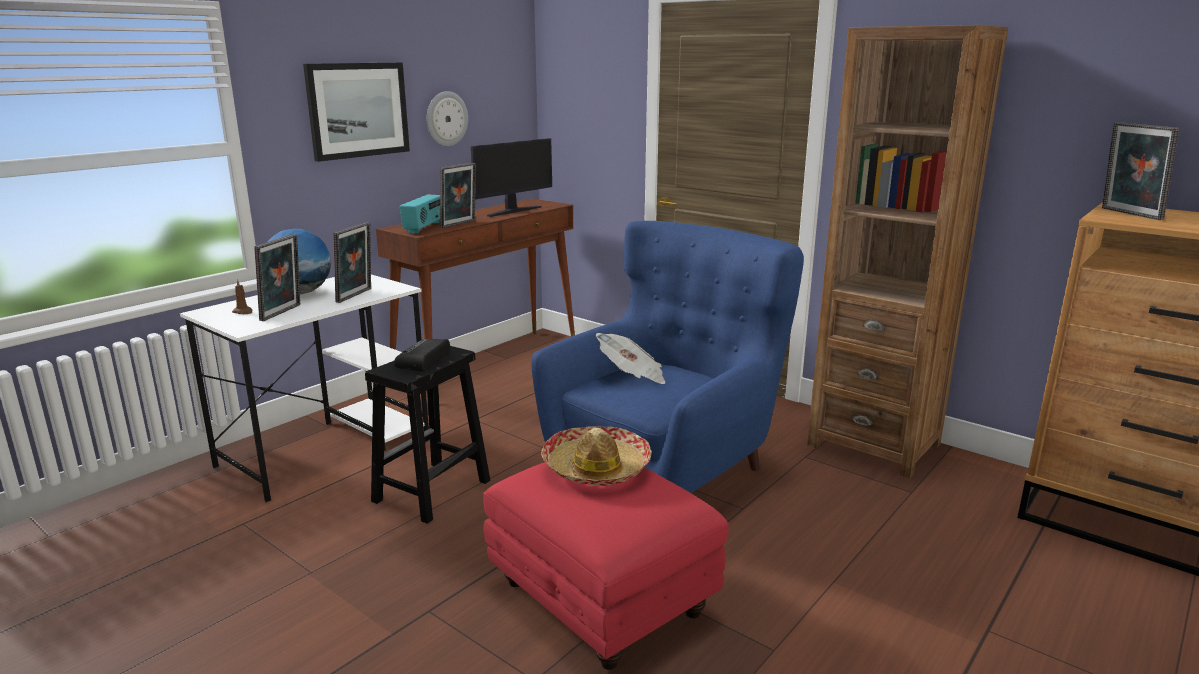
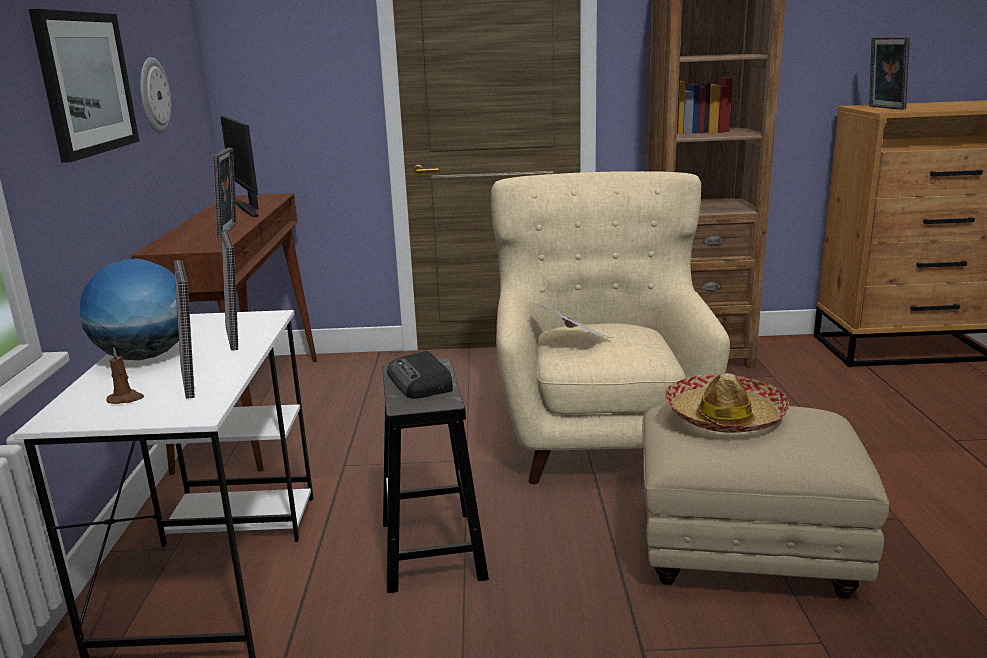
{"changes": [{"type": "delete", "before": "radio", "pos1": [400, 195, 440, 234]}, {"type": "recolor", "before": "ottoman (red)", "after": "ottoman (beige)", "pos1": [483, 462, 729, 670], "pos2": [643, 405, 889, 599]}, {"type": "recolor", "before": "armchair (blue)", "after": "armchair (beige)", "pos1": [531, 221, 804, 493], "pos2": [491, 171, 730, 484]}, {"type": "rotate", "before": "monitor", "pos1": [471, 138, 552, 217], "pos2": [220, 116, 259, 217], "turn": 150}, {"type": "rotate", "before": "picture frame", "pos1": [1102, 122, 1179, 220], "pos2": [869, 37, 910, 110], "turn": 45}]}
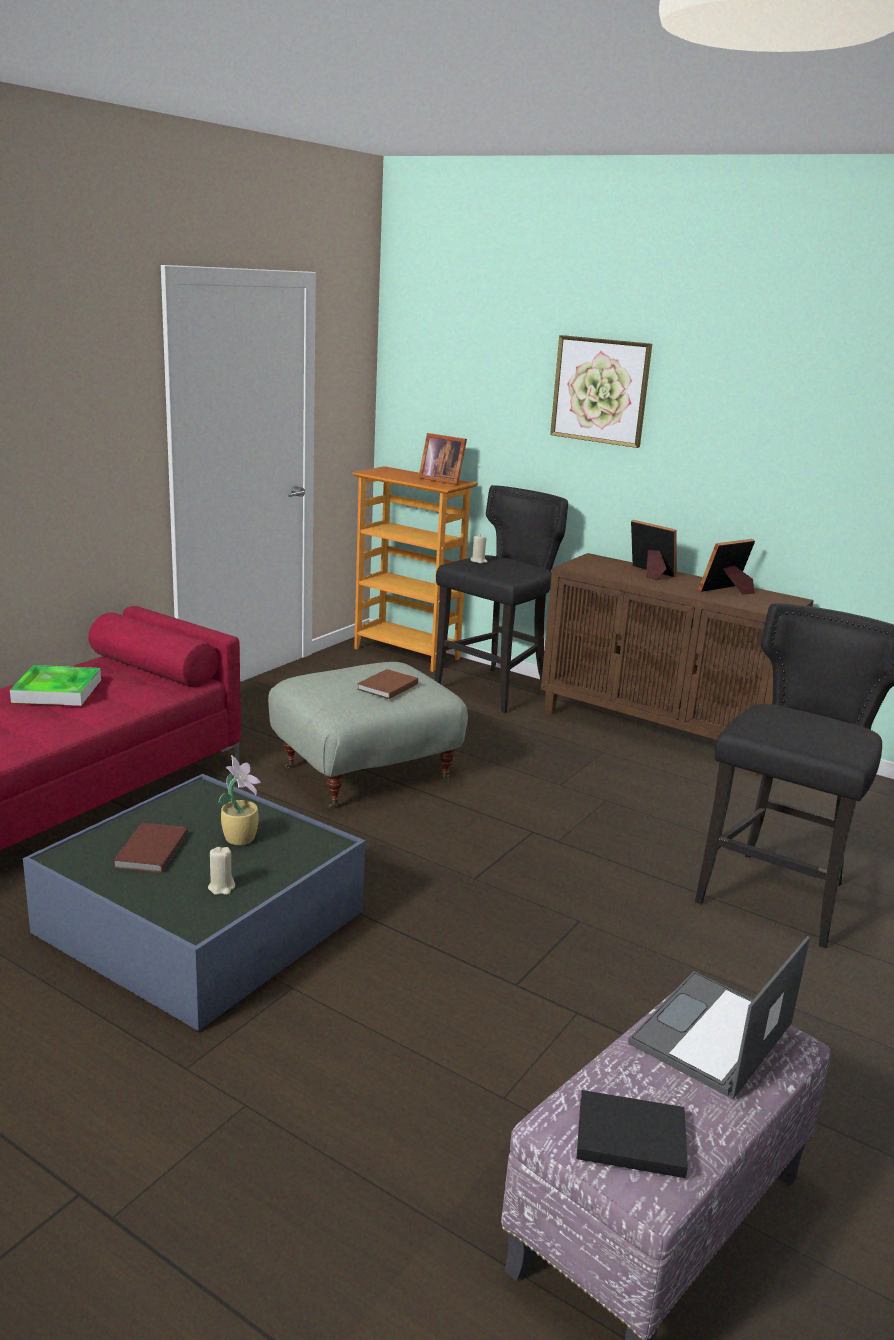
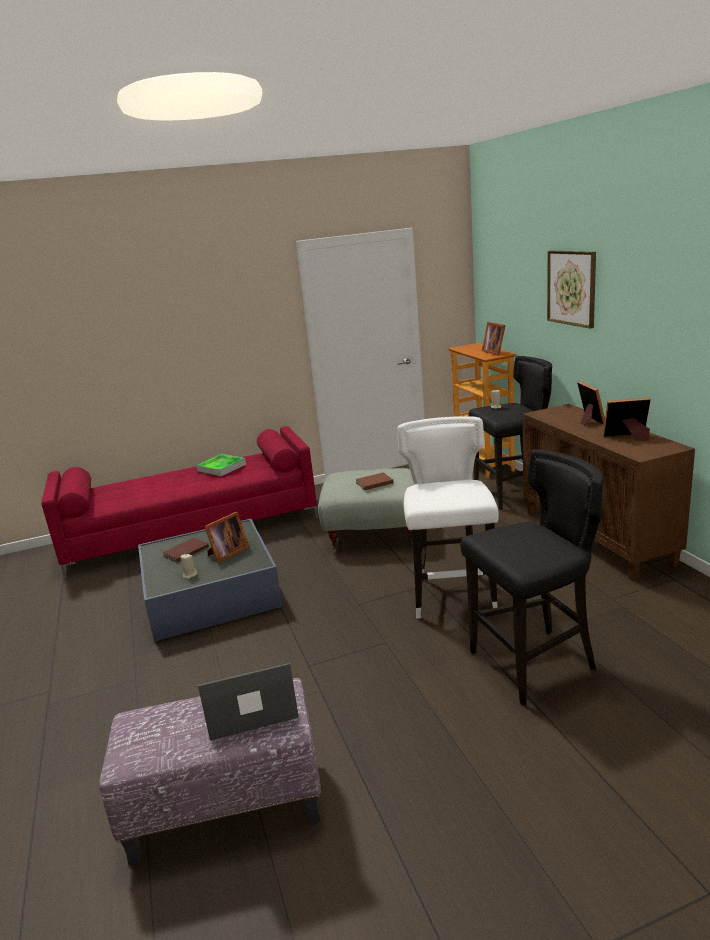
{"changes": [{"type": "delete", "before": "book (black)", "pos1": [576, 1090, 688, 1178]}, {"type": "insert", "after": "stool (white)", "pos2": [398, 416, 499, 619]}, {"type": "replace", "before": "potted plant", "after": "picture frame", "pos1": [218, 755, 261, 845], "pos2": [204, 512, 249, 563]}]}
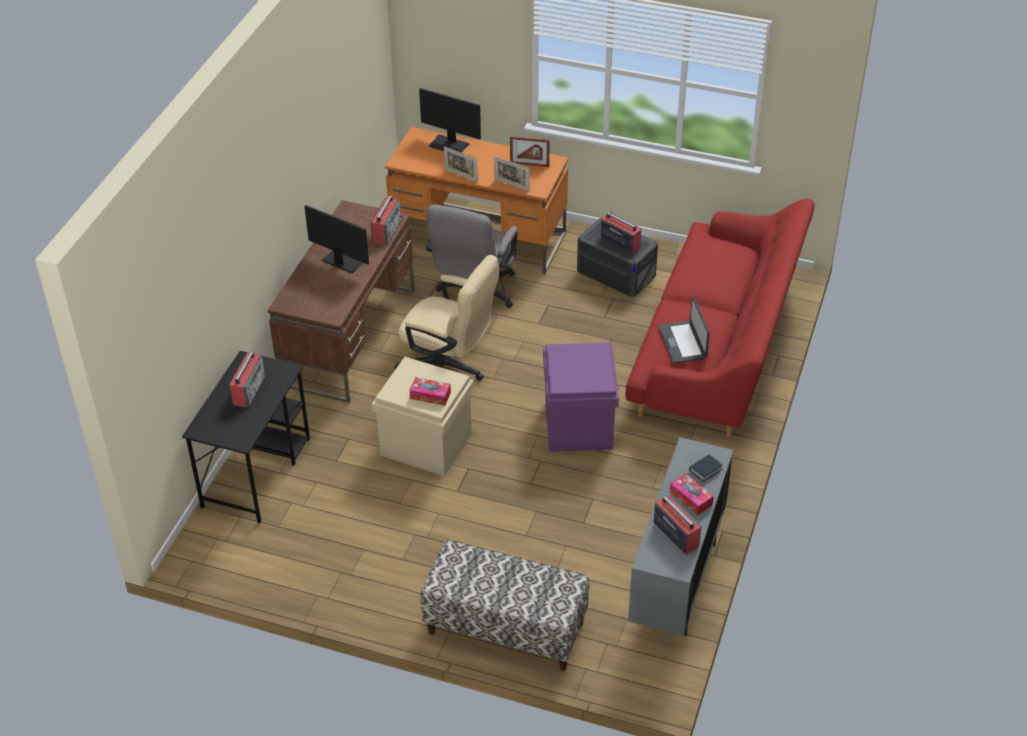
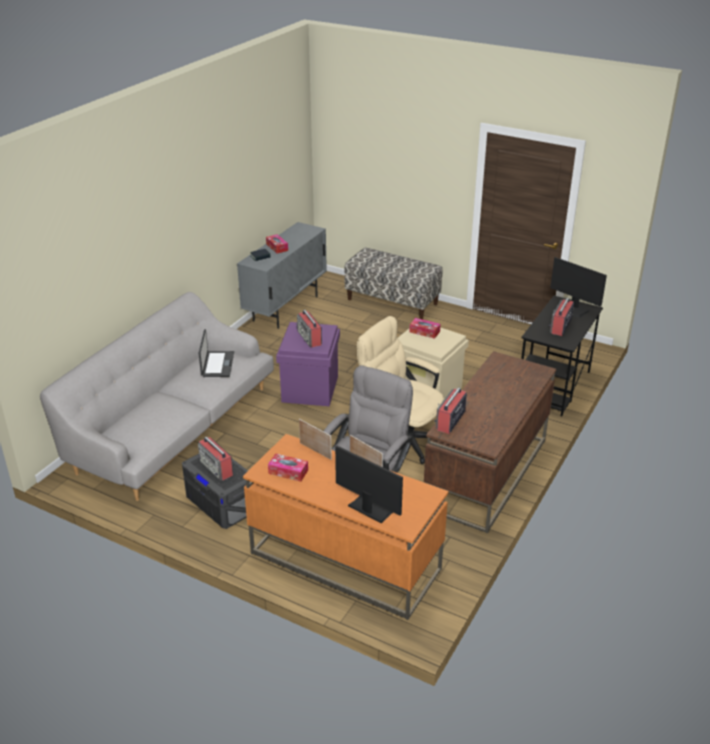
{"changes": [{"type": "move", "before": "monitor", "pos1": [304, 205, 369, 273], "pos2": [550, 257, 607, 318]}, {"type": "move", "before": "radio", "pos1": [654, 490, 702, 555], "pos2": [297, 310, 322, 347]}, {"type": "replace", "before": "picture frame", "after": "tissue box", "pos1": [510, 136, 550, 167], "pos2": [268, 453, 308, 482]}, {"type": "recolor", "before": "sofa (red)", "after": "sofa (grey)", "pos1": [625, 199, 815, 438], "pos2": [40, 292, 274, 501]}]}
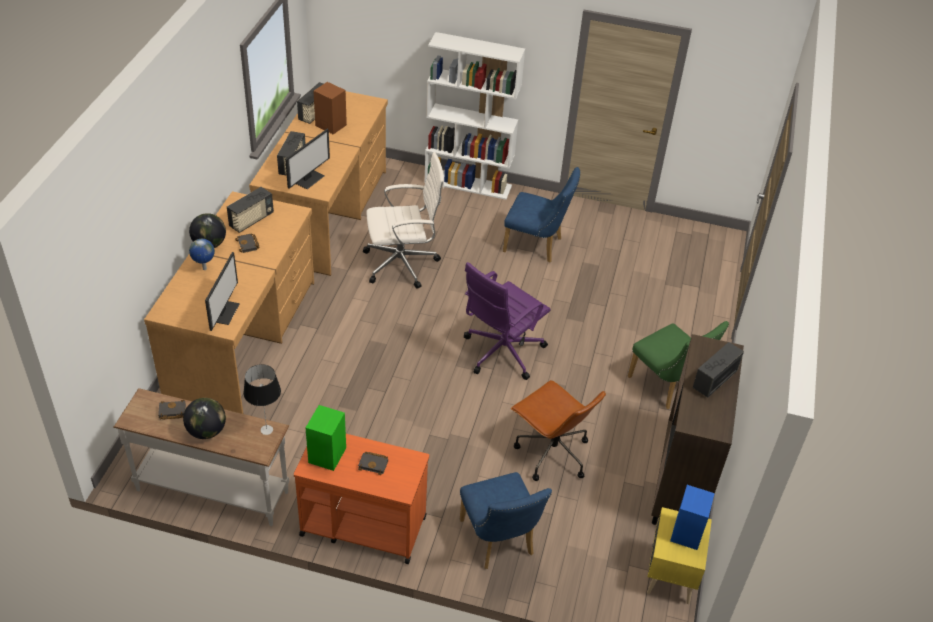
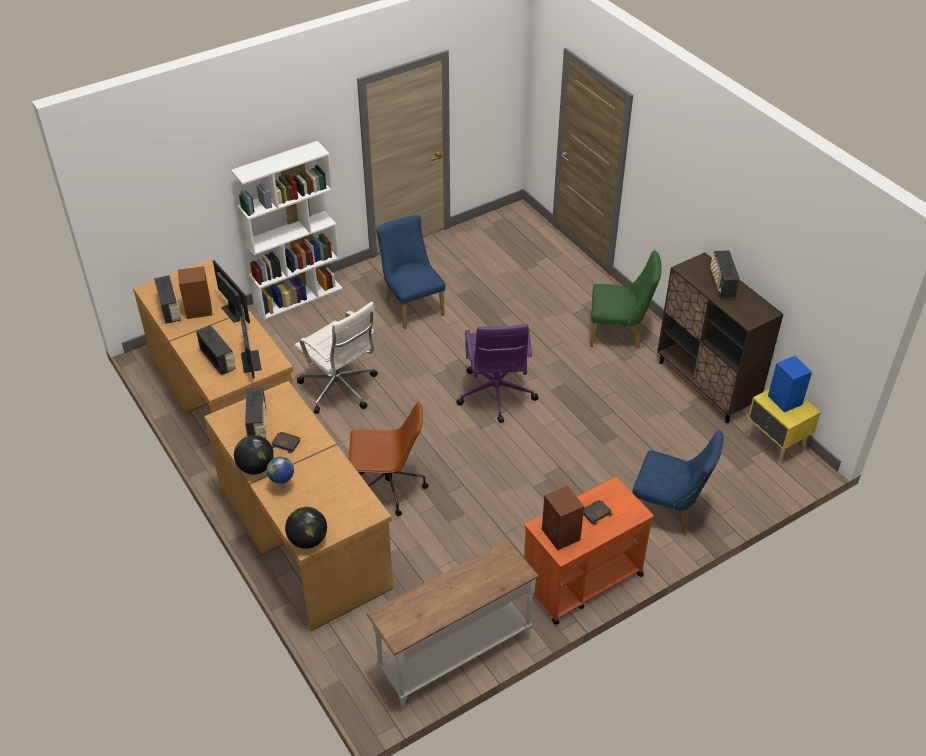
{"changes": [{"type": "delete", "before": "book (black)", "pos1": [158, 400, 186, 419]}, {"type": "delete", "before": "table lamp", "pos1": [243, 364, 281, 435]}, {"type": "move", "before": "globe", "pos1": [183, 398, 226, 439], "pos2": [285, 507, 327, 549]}, {"type": "move", "before": "monitor", "pos1": [205, 252, 240, 331], "pos2": [213, 260, 250, 324]}, {"type": "move", "before": "office chair (brown)", "pos1": [511, 380, 606, 481], "pos2": [348, 401, 429, 516]}, {"type": "recolor", "before": "speaker (green)", "after": "speaker (brown)", "pos1": [306, 405, 346, 471], "pos2": [542, 485, 584, 550]}, {"type": "rotate", "before": "office chair (white)", "pos1": [363, 152, 444, 289], "pos2": [294, 302, 378, 414], "turn": 105}, {"type": "rotate", "before": "chair (blue)", "pos1": [503, 167, 580, 263], "pos2": [376, 215, 445, 329], "turn": -90}]}
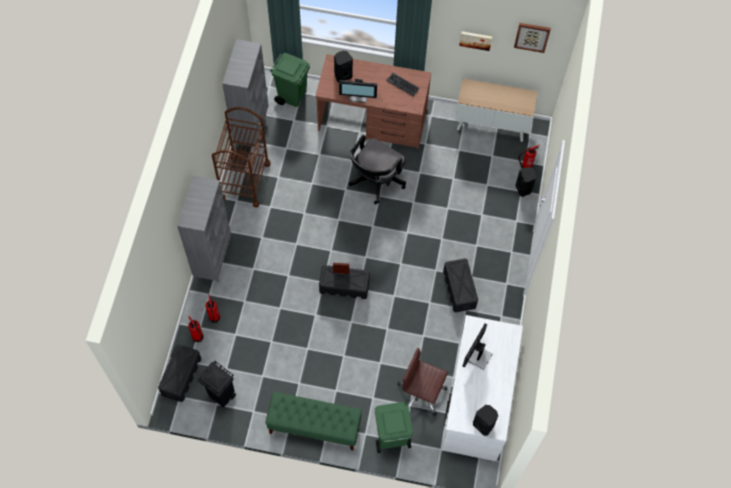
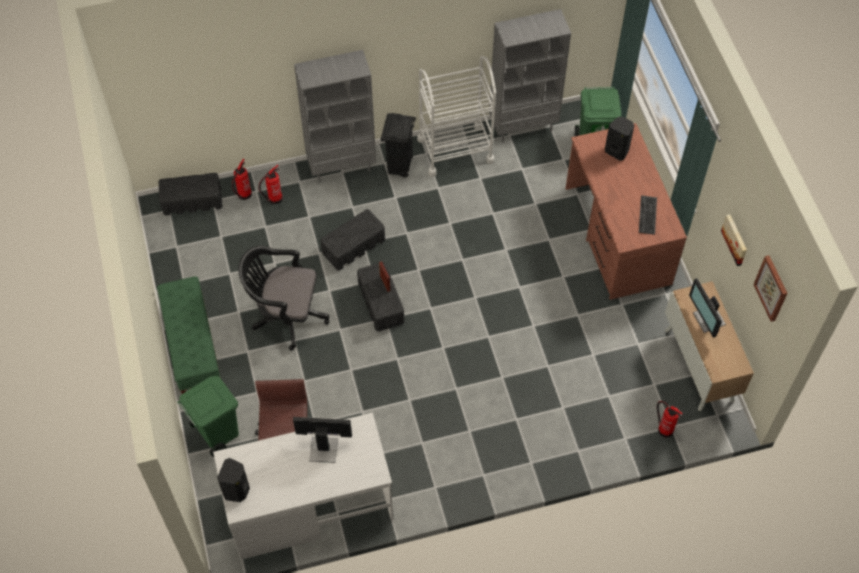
{"changes": [{"type": "delete", "before": "speaker (black)", "pos1": [515, 167, 537, 197]}, {"type": "move", "before": "trash can (black)", "pos1": [197, 361, 236, 408], "pos2": [381, 113, 416, 177]}, {"type": "move", "before": "monitor", "pos1": [339, 79, 377, 103], "pos2": [689, 278, 726, 338]}, {"type": "move", "before": "office chair (black)", "pos1": [349, 135, 406, 205], "pos2": [238, 245, 329, 350]}, {"type": "move", "before": "storage box (black)", "pos1": [443, 259, 478, 312], "pos2": [320, 209, 385, 270]}, {"type": "recolor", "before": "cart (brown)", "after": "cart (white)", "pos1": [212, 107, 271, 208], "pos2": [417, 56, 496, 177]}]}
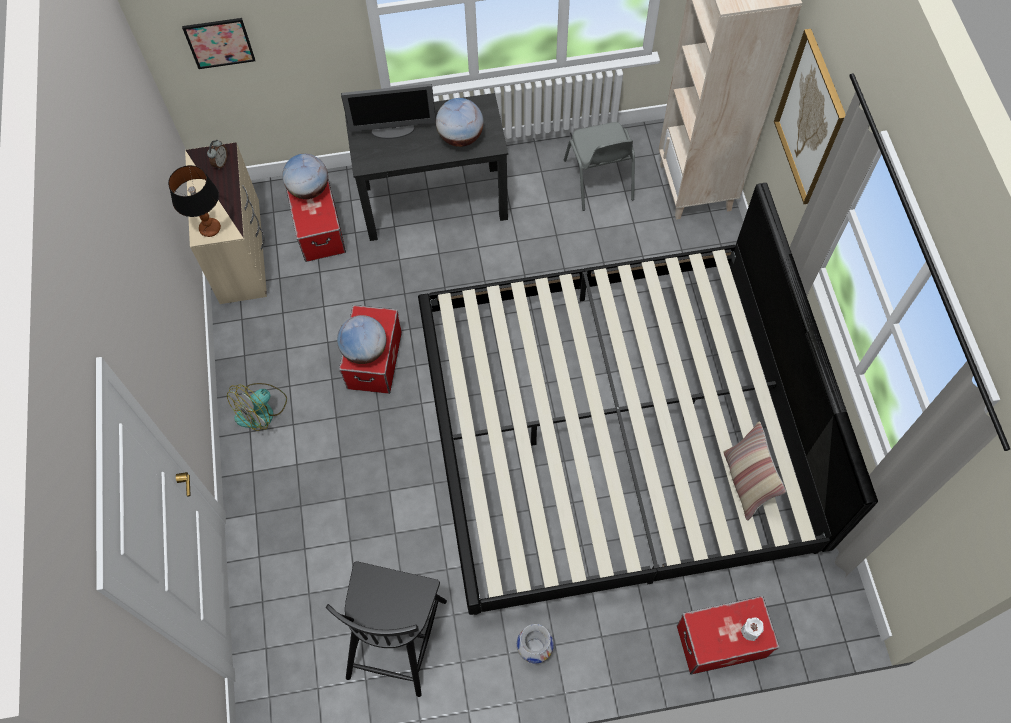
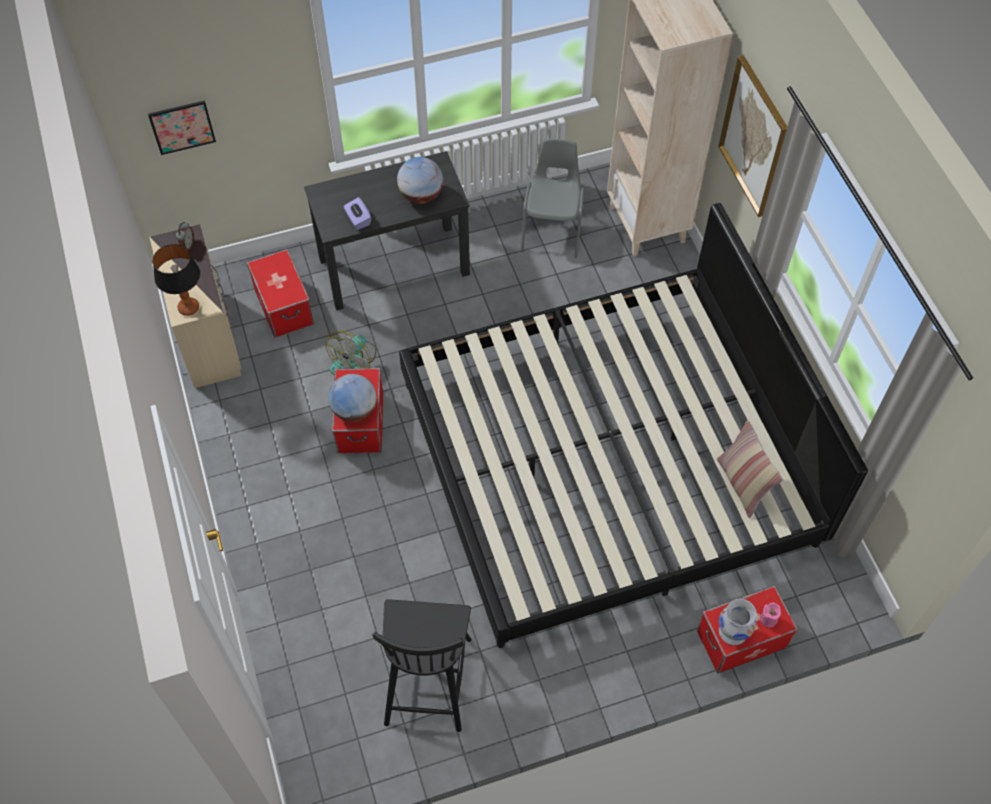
{"changes": [{"type": "delete", "before": "globe", "pos1": [282, 154, 328, 199]}, {"type": "delete", "before": "monitor", "pos1": [341, 84, 436, 139]}, {"type": "insert", "after": "tissue box (purple)", "pos2": [344, 197, 371, 230]}, {"type": "move", "before": "fan", "pos1": [227, 383, 287, 431], "pos2": [326, 330, 376, 375]}, {"type": "move", "before": "vase (white)", "pos1": [517, 624, 554, 664], "pos2": [719, 599, 757, 645]}, {"type": "recolor", "before": "candle (white)", "after": "candle (pink)", "pos1": [741, 618, 764, 641], "pos2": [760, 603, 781, 627]}, {"type": "rotate", "before": "chair (grey)", "pos1": [564, 122, 635, 211], "pos2": [521, 139, 584, 257], "turn": -150}]}
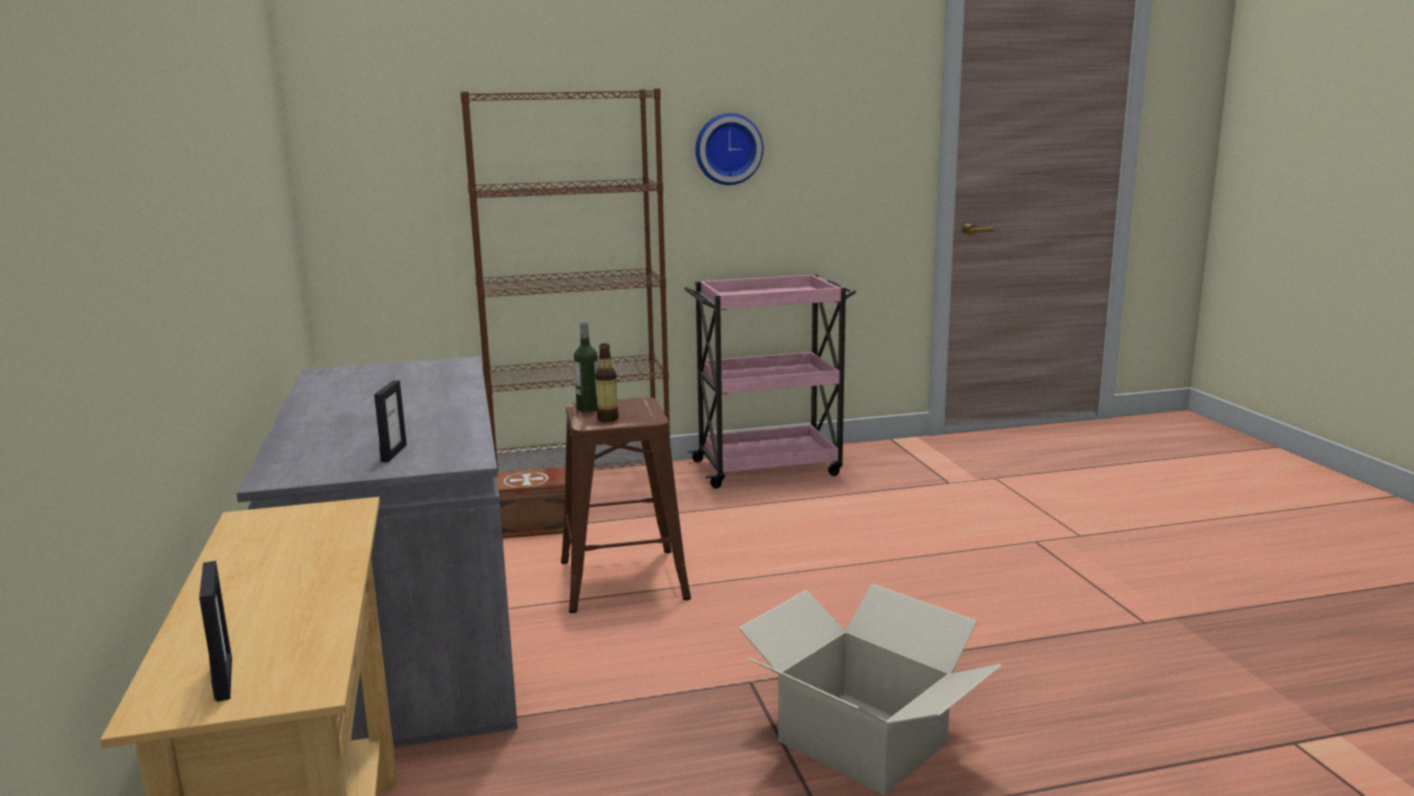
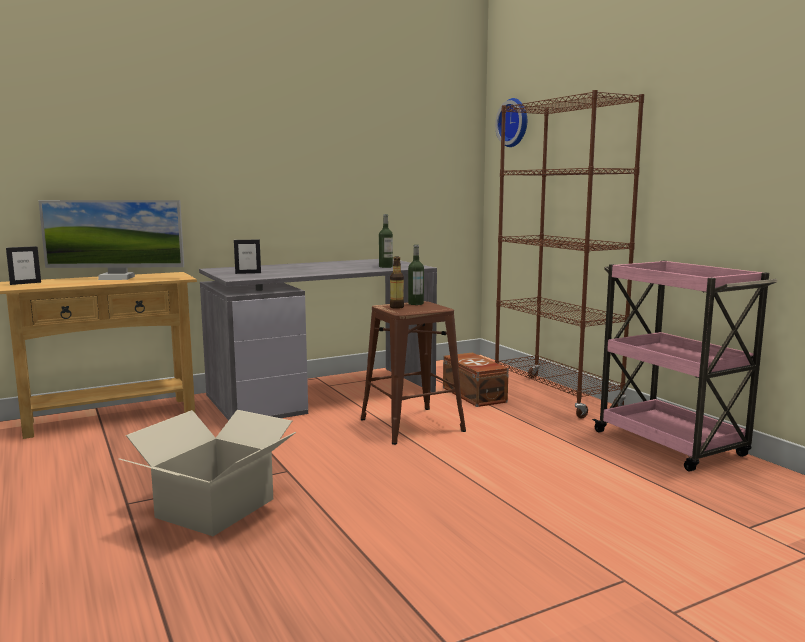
{"changes": [{"type": "insert", "after": "monitor", "pos2": [38, 200, 184, 280]}, {"type": "insert", "after": "bottle", "pos2": [379, 214, 393, 268]}, {"type": "move", "before": "wall clock", "pos1": [695, 113, 763, 185], "pos2": [495, 98, 527, 147]}]}
